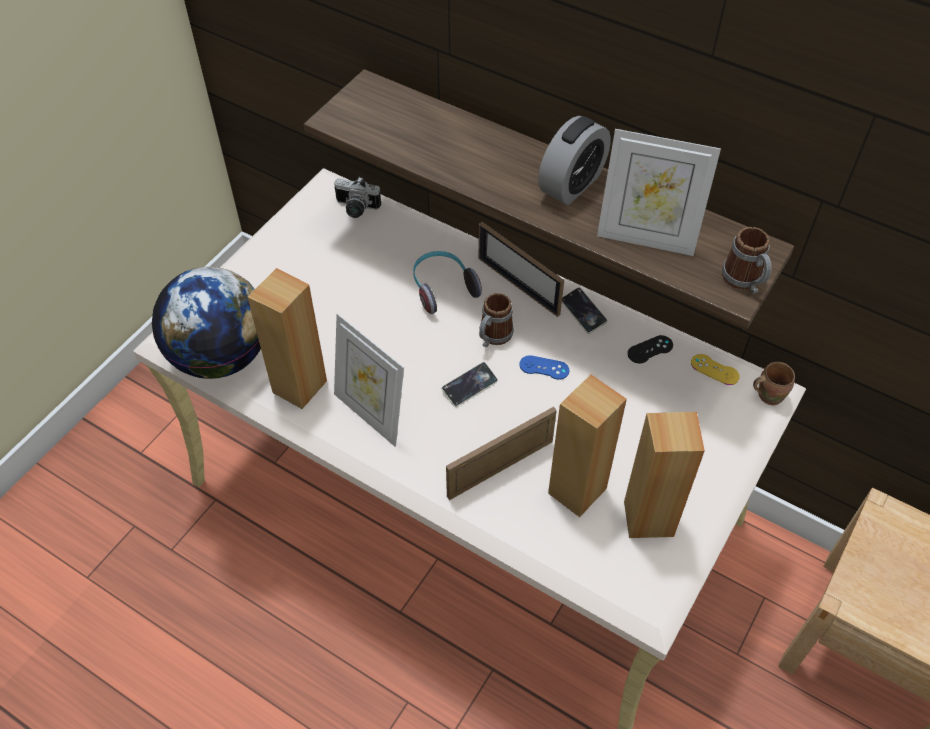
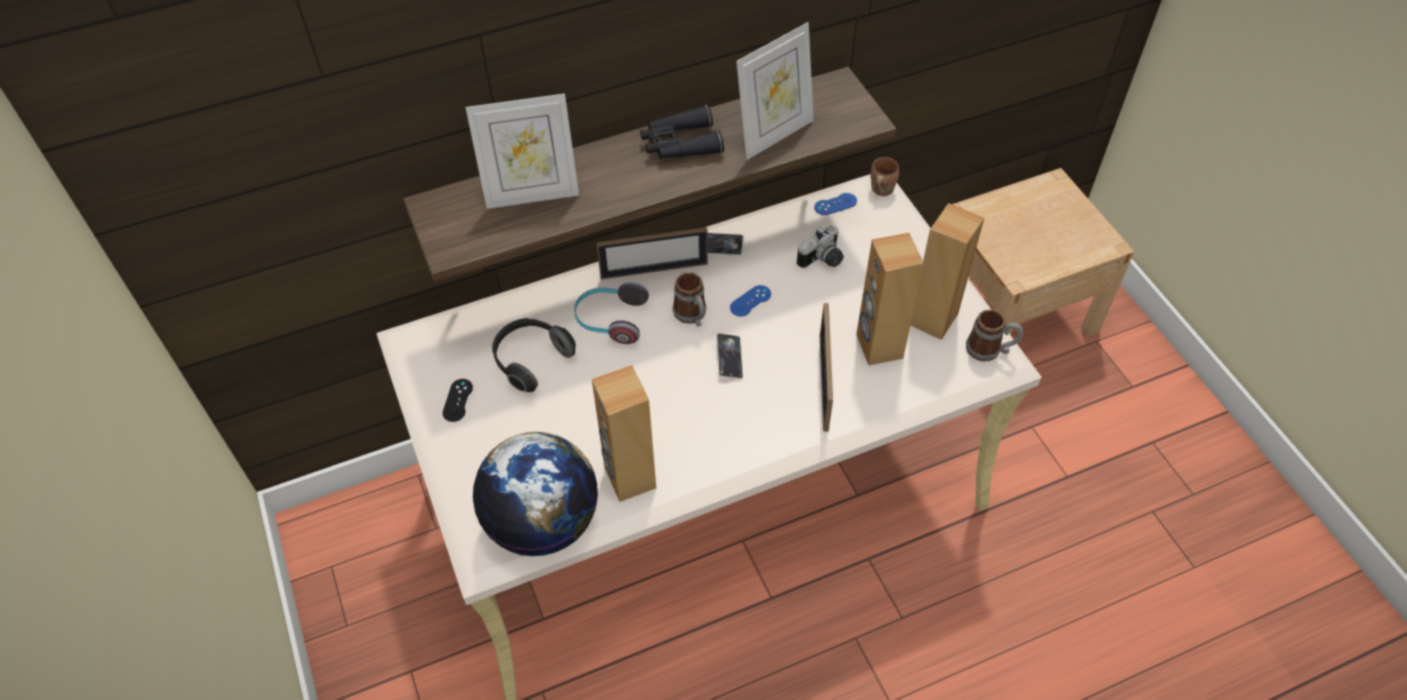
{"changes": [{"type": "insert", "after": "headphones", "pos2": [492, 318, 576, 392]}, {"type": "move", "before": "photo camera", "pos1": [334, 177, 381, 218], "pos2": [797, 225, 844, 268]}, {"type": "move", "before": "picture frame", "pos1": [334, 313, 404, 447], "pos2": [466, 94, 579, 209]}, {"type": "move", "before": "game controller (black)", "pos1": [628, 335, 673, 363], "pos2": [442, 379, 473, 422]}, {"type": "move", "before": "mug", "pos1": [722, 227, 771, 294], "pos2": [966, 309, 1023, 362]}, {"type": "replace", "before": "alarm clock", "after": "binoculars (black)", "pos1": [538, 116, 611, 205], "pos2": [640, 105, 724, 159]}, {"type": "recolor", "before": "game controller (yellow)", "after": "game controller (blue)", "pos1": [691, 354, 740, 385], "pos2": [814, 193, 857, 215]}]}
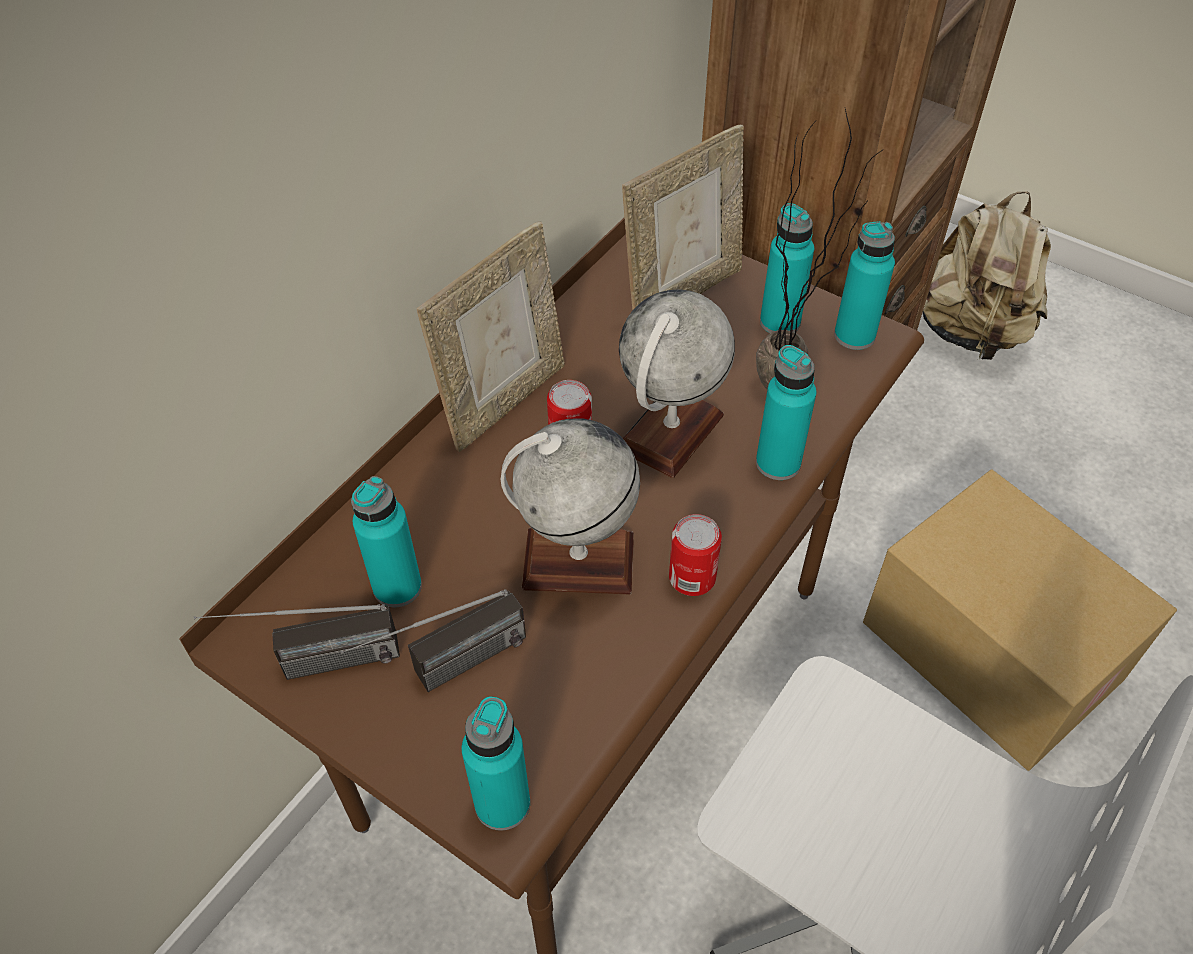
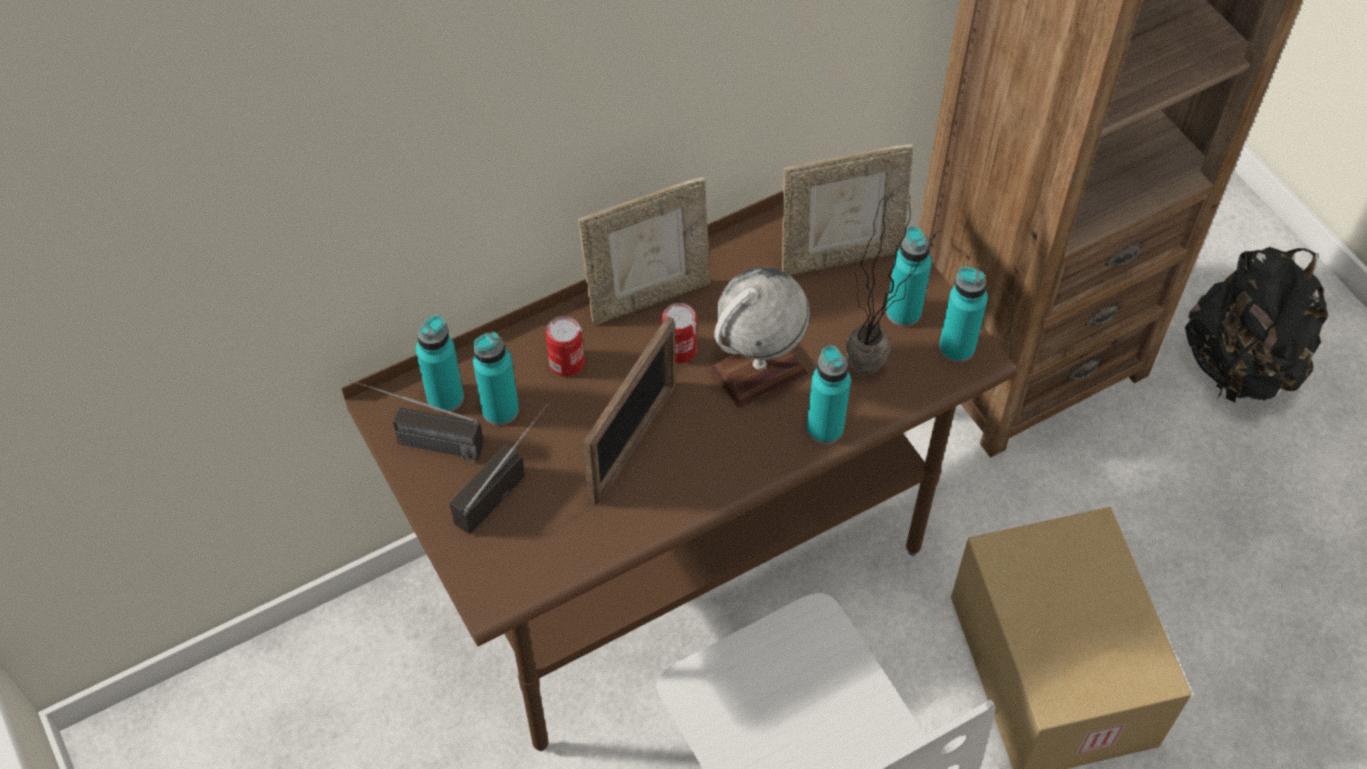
{"changes": [{"type": "move", "before": "bottle (turquoise)", "pos1": [462, 696, 530, 831], "pos2": [416, 315, 464, 413]}, {"type": "move", "before": "can", "pos1": [669, 514, 722, 596], "pos2": [546, 316, 584, 377]}, {"type": "replace", "before": "globe", "after": "picture frame", "pos1": [501, 419, 640, 595], "pos2": [583, 316, 675, 506]}, {"type": "recolor", "before": "backpack (beige)", "after": "backpack (black)", "pos1": [923, 191, 1051, 360], "pos2": [1185, 247, 1328, 403]}, {"type": "rotate", "before": "radio", "pos1": [340, 589, 526, 692], "pos2": [449, 404, 548, 534], "turn": 135}]}
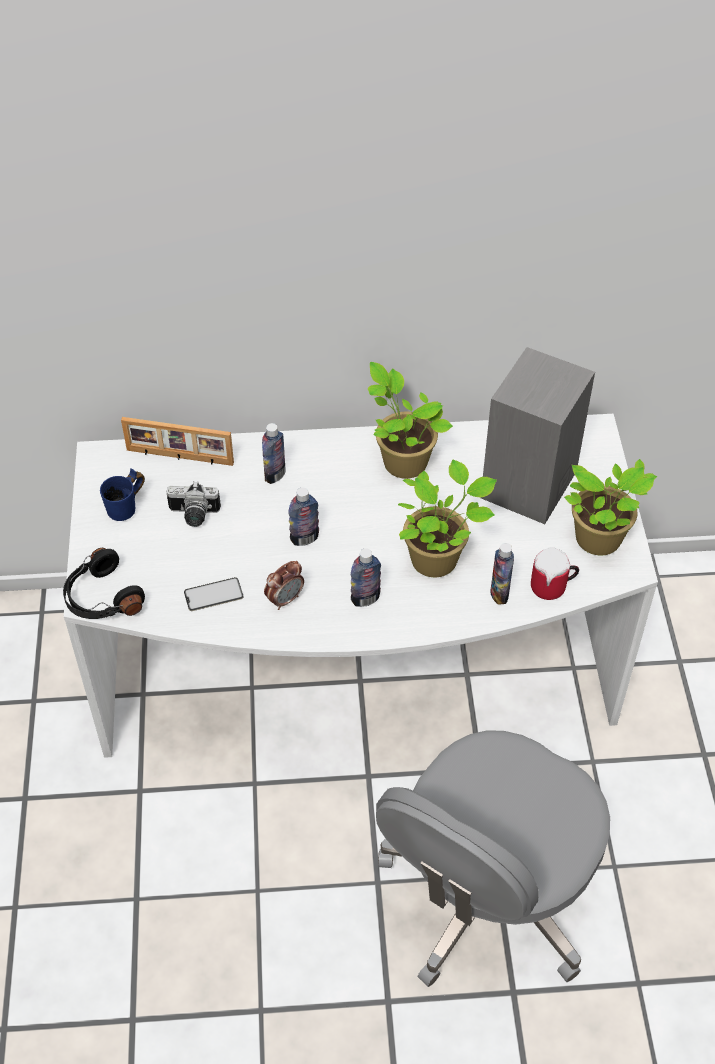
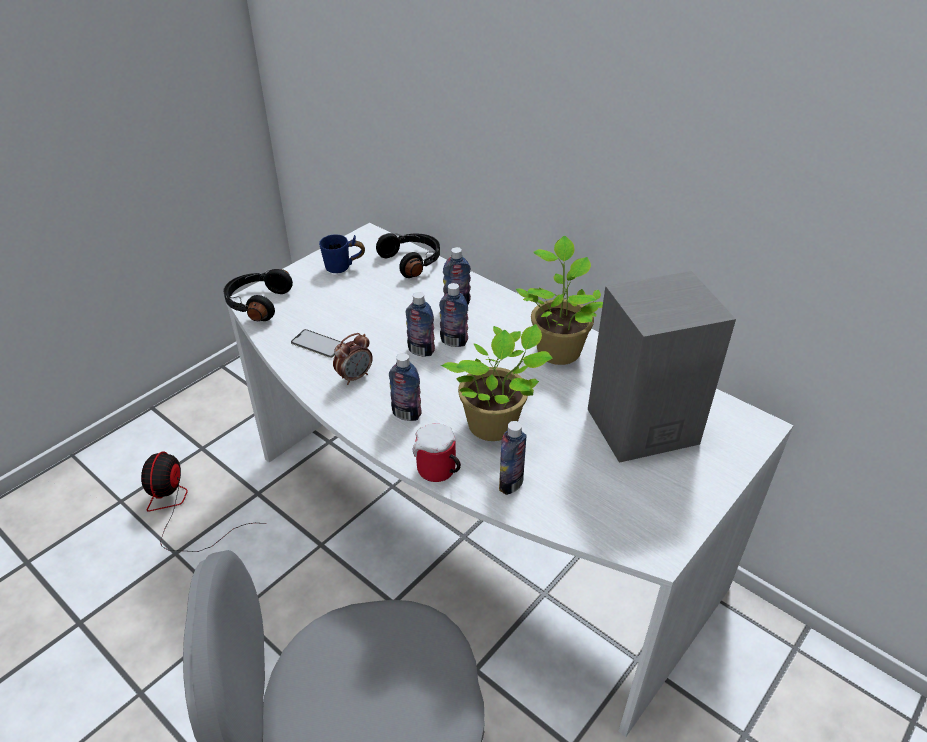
{"changes": [{"type": "delete", "before": "photo camera", "pos1": [167, 482, 221, 527]}, {"type": "delete", "before": "potted plant", "pos1": [564, 459, 657, 555]}, {"type": "insert", "after": "fan", "pos2": [141, 451, 266, 552]}, {"type": "insert", "after": "bottle", "pos2": [439, 283, 468, 347]}, {"type": "move", "before": "mug", "pos1": [531, 547, 579, 600], "pos2": [412, 423, 461, 482]}, {"type": "replace", "before": "picture frame", "after": "headphones (black)", "pos1": [121, 417, 234, 466], "pos2": [376, 233, 440, 278]}, {"type": "rotate", "before": "alarm clock", "pos1": [264, 561, 304, 610], "pos2": [333, 333, 373, 385], "turn": -45}]}
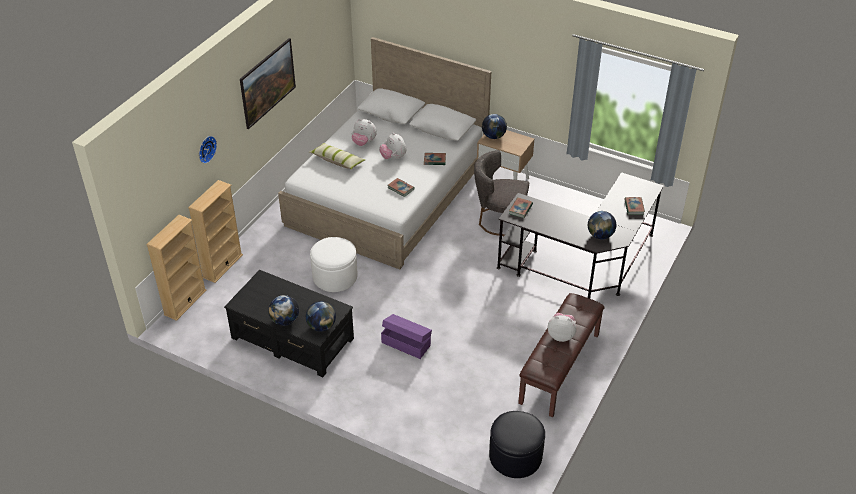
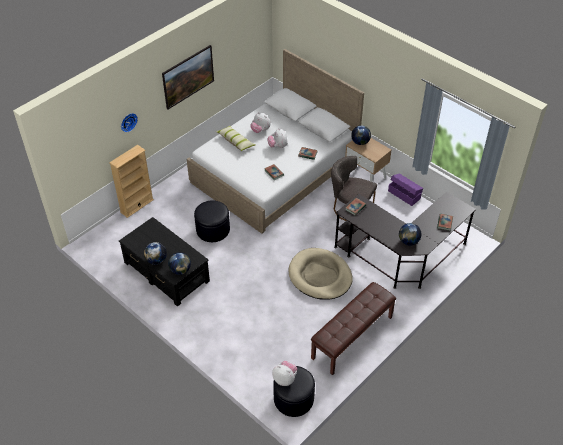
{"changes": [{"type": "delete", "before": "bookcase (beige)", "pos1": [146, 215, 207, 321]}, {"type": "insert", "after": "dog bed (beige)", "pos2": [288, 248, 353, 300]}, {"type": "move", "before": "storage box (purple)", "pos1": [381, 314, 432, 359], "pos2": [388, 173, 423, 206]}, {"type": "move", "before": "plush toy", "pos1": [548, 313, 577, 342], "pos2": [272, 361, 297, 386]}, {"type": "recolor", "before": "ottoman (white)", "after": "ottoman (black)", "pos1": [310, 237, 358, 292], "pos2": [194, 200, 230, 242]}]}
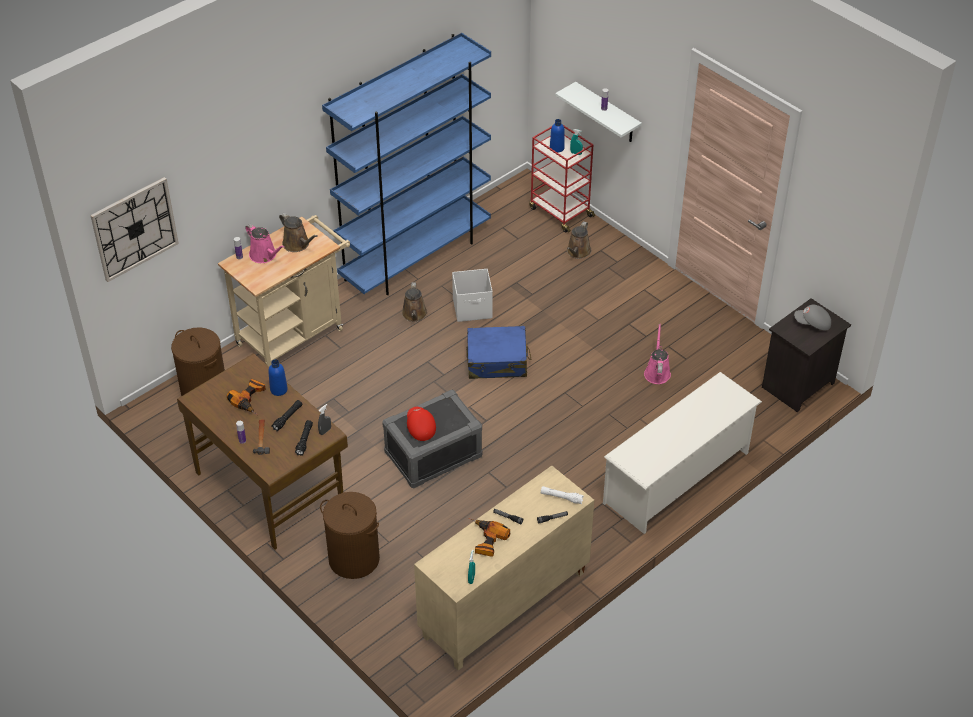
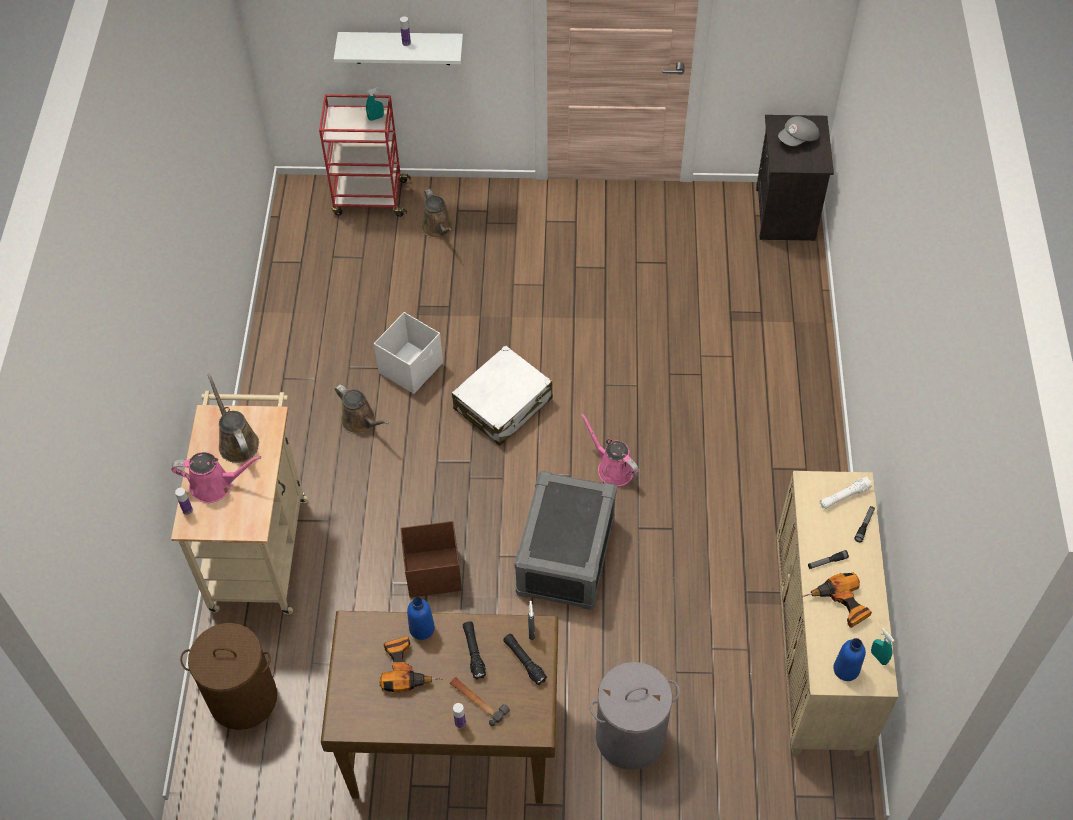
{"changes": [{"type": "delete", "before": "wall clock", "pos1": [90, 177, 179, 282]}, {"type": "delete", "before": "bookcase (blue)", "pos1": [322, 33, 491, 295]}, {"type": "delete", "before": "cap (red)", "pos1": [407, 407, 436, 441]}, {"type": "delete", "before": "shoe rack (white)", "pos1": [603, 372, 762, 534]}, {"type": "insert", "after": "storage box (brown)", "pos2": [400, 521, 462, 598]}, {"type": "move", "before": "bottle (blue)", "pos1": [550, 119, 565, 153], "pos2": [833, 638, 866, 681]}, {"type": "move", "before": "watering can (pink)", "pos1": [644, 324, 671, 384], "pos2": [581, 413, 639, 487]}, {"type": "recolor", "before": "laundry basket (brown)", "after": "laundry basket (grey)", "pos1": [320, 492, 380, 579], "pos2": [590, 662, 680, 770]}, {"type": "recolor", "before": "suitcase (blue)", "after": "suitcase (white)", "pos1": [466, 326, 531, 379], "pos2": [452, 345, 553, 446]}, {"type": "rotate", "before": "watering can (brown)", "pos1": [279, 213, 318, 252], "pos2": [207, 373, 259, 463], "turn": -120}]}
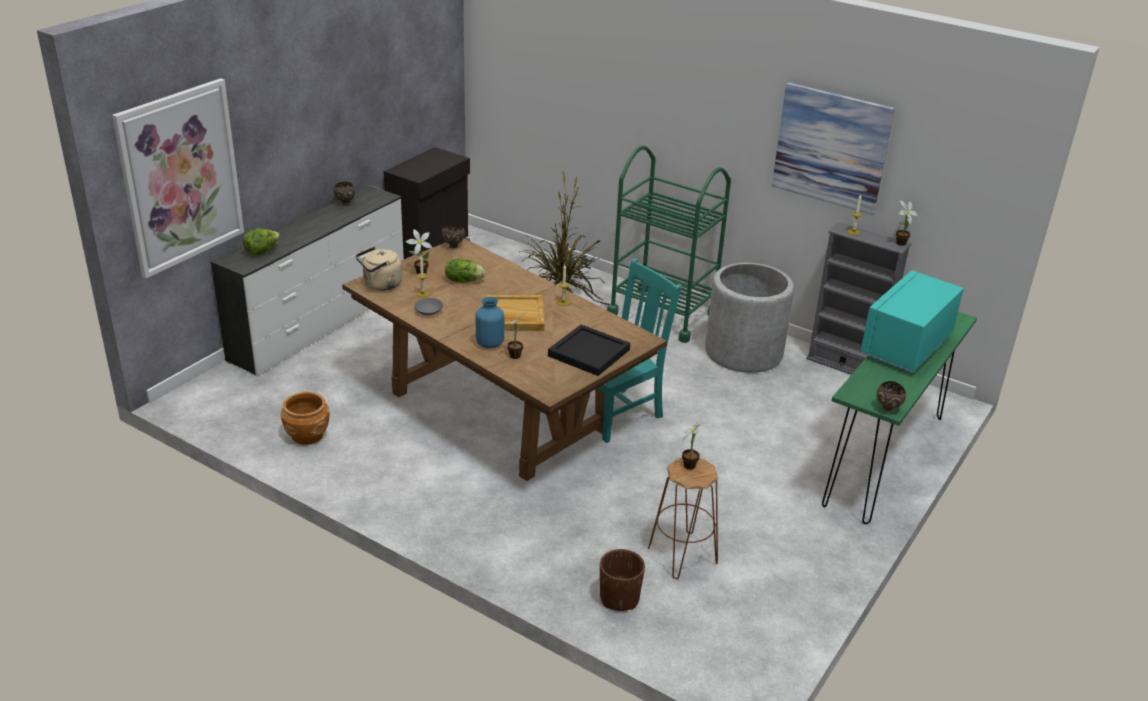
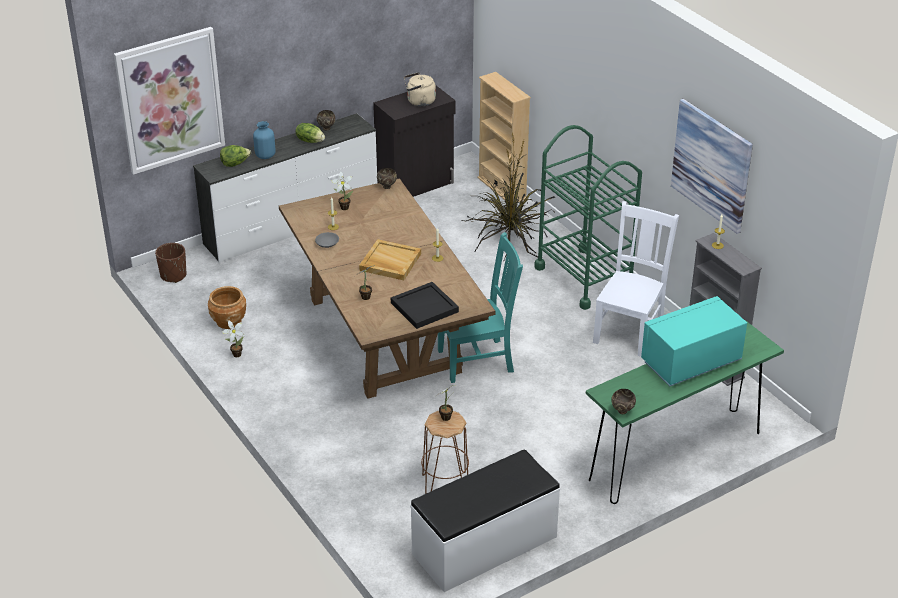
{"changes": [{"type": "insert", "after": "bench (white)", "pos2": [410, 449, 560, 592]}, {"type": "insert", "after": "bookcase (beige)", "pos2": [478, 72, 531, 203]}, {"type": "move", "before": "kettle (beige)", "pos1": [356, 247, 402, 291], "pos2": [404, 72, 436, 106]}, {"type": "move", "before": "lettuce", "pos1": [445, 258, 486, 283], "pos2": [295, 123, 325, 143]}, {"type": "move", "before": "vase (blue)", "pos1": [476, 297, 504, 348], "pos2": [253, 121, 276, 159]}, {"type": "move", "before": "planter (brown)", "pos1": [600, 549, 645, 611], "pos2": [155, 243, 186, 283]}, {"type": "move", "before": "potted plant", "pos1": [896, 200, 918, 246], "pos2": [222, 320, 245, 357]}, {"type": "replace", "before": "planter (grey)", "after": "chair (white)", "pos1": [705, 263, 794, 373], "pos2": [593, 201, 679, 357]}]}
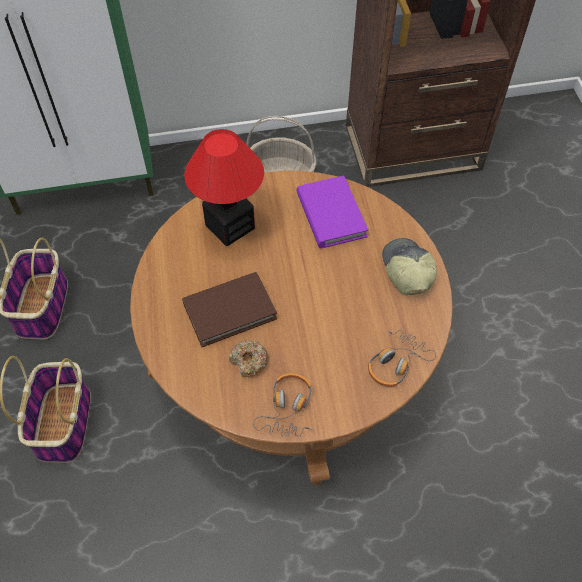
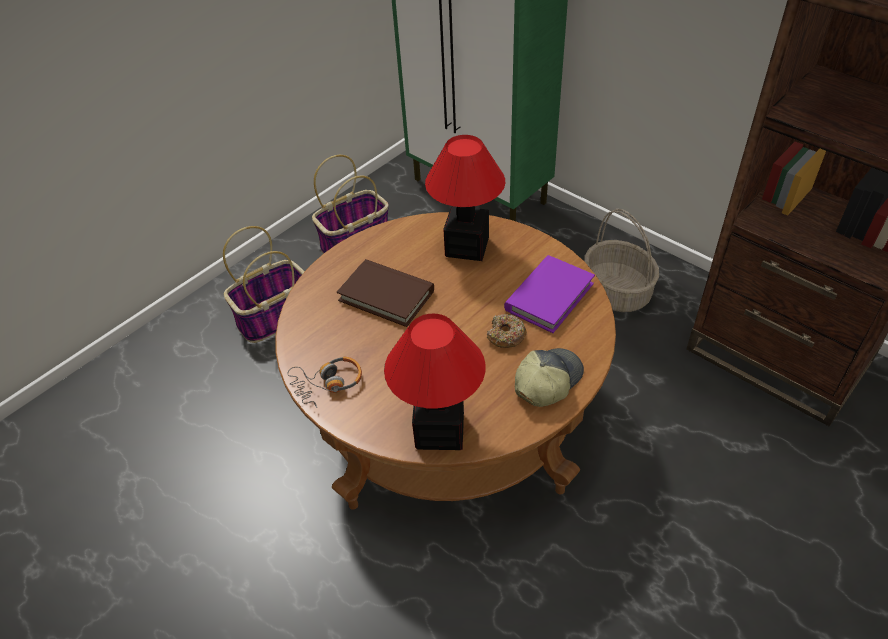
{"changes": [{"type": "move", "before": "donut", "pos1": [229, 340, 269, 377], "pos2": [487, 314, 527, 348]}, {"type": "replace", "before": "headphones", "after": "table lamp", "pos1": [368, 330, 436, 387], "pos2": [384, 313, 486, 450]}]}
